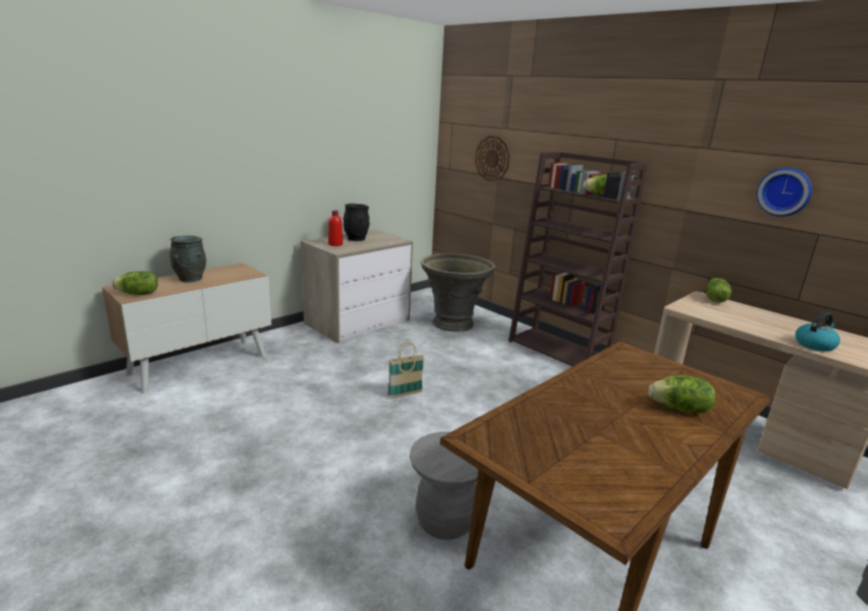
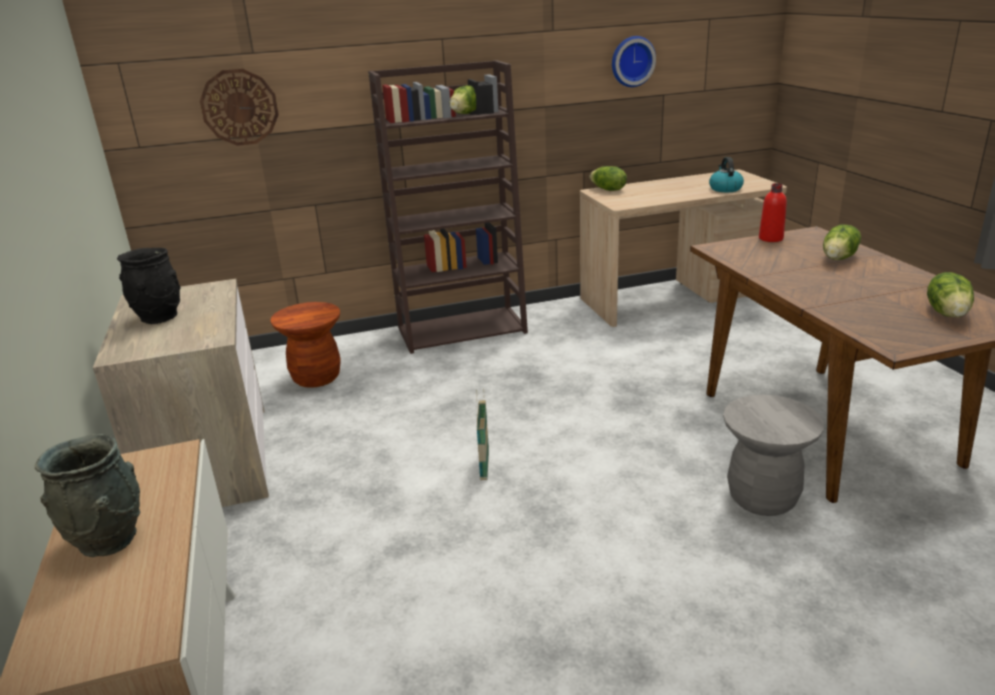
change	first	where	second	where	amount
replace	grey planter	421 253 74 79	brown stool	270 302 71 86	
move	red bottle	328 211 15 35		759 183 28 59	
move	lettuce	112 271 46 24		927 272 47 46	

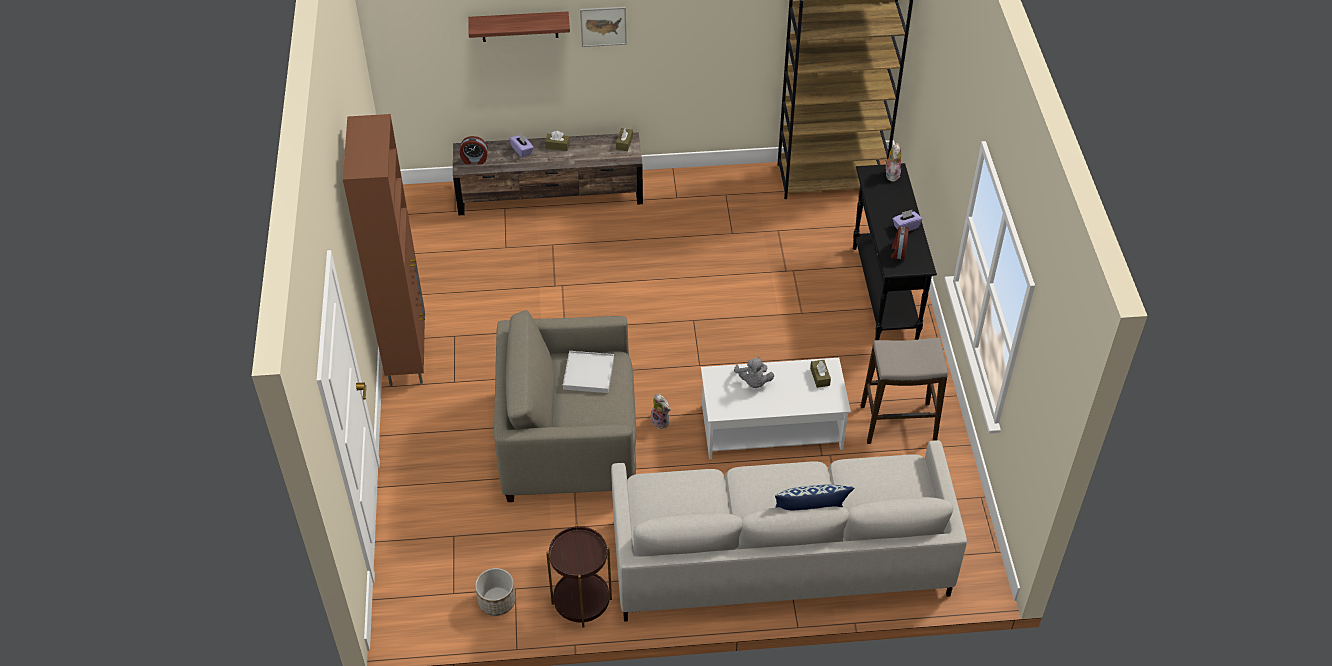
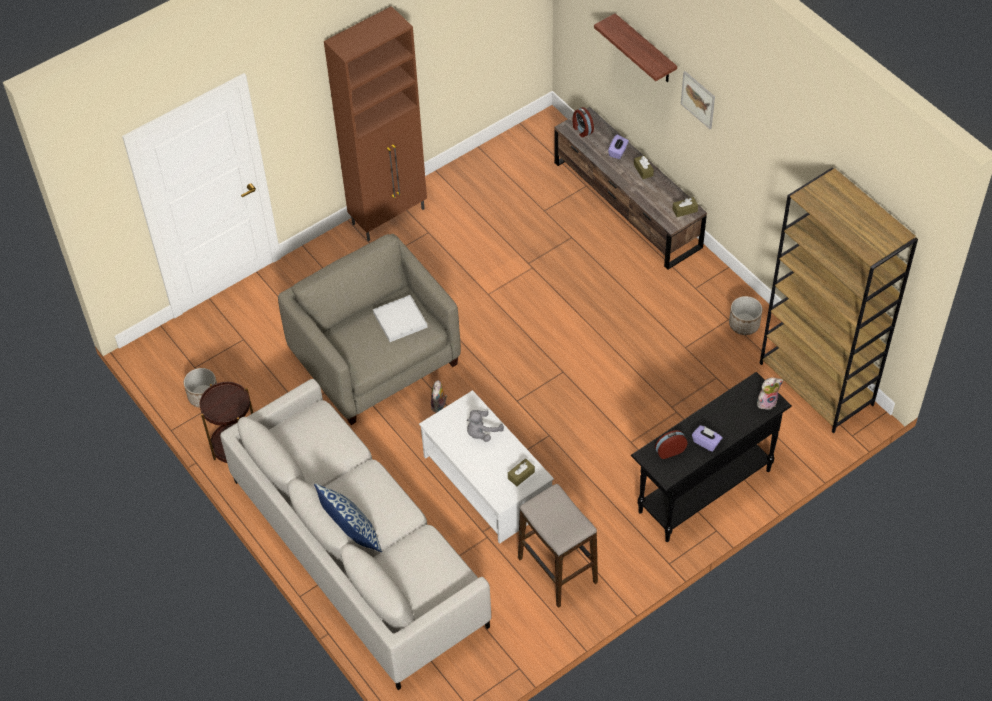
change	first	where	second	where	amount
insert			planter	729 296 33 39	

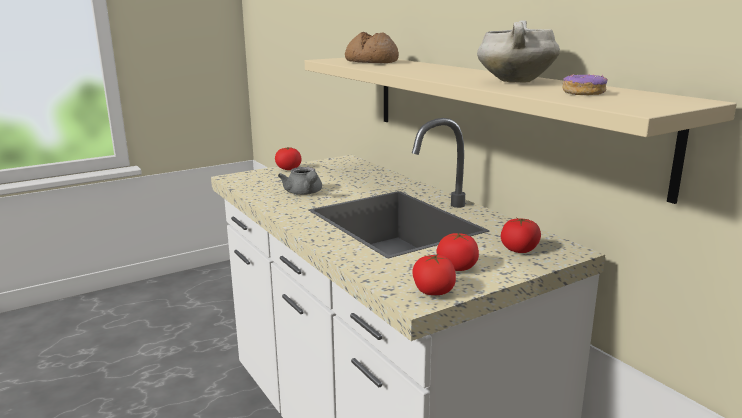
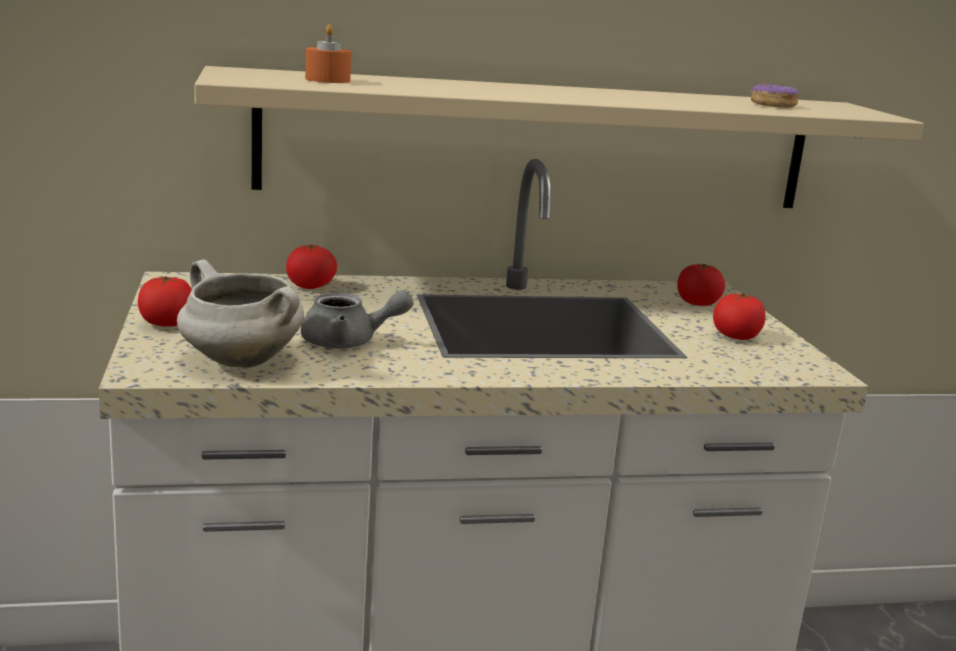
change	first	where	second	where	amount
move	white cooking pot	477 20 83 62		177 260 127 108	
move	tomato	412 254 44 41		286 245 51 44	
replace	bread	345 32 54 31	orange candle	305 24 46 59	

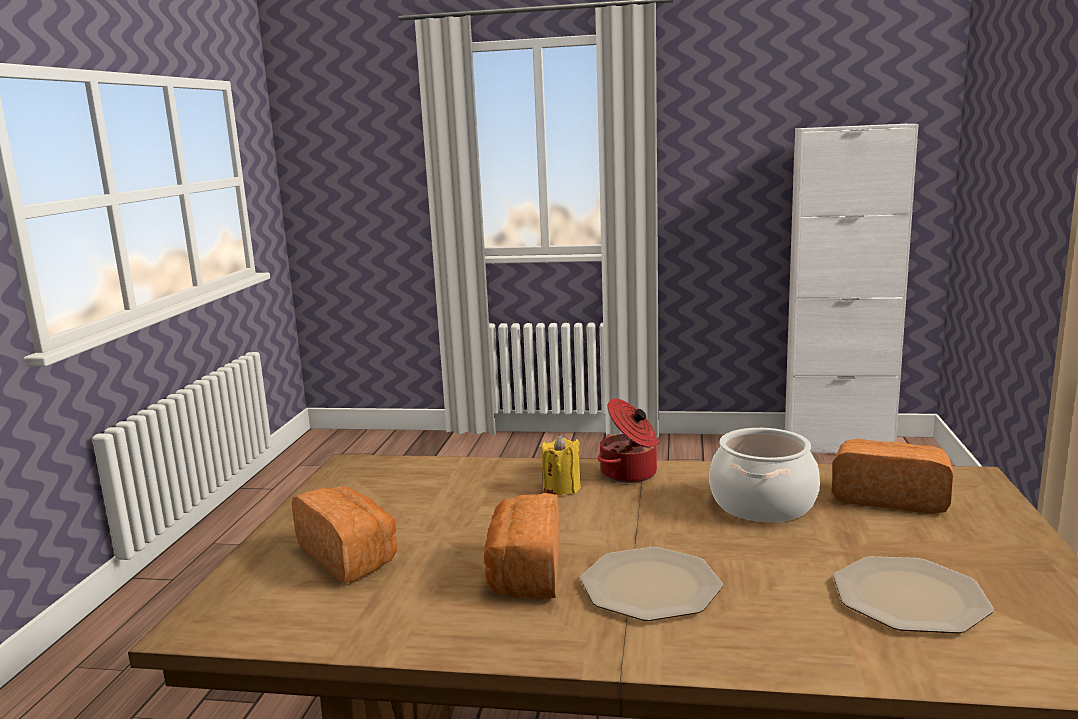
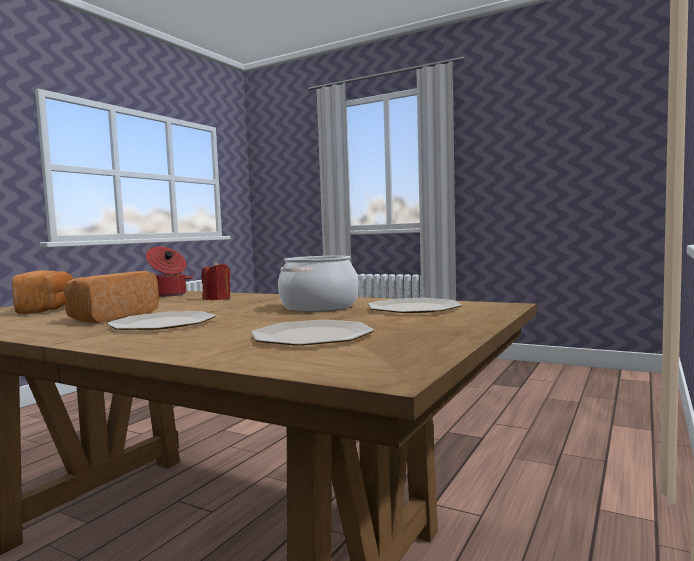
change	first	where	second	where	amount
move	cooking pot	598 399 61 84		146 247 47 50	
recolor	yellow candle	541 435 40 60	red candle	202 261 28 39	
replace	bread	831 439 123 75	plate	368 298 94 15	
delete	white cabinet	785 124 133 329			

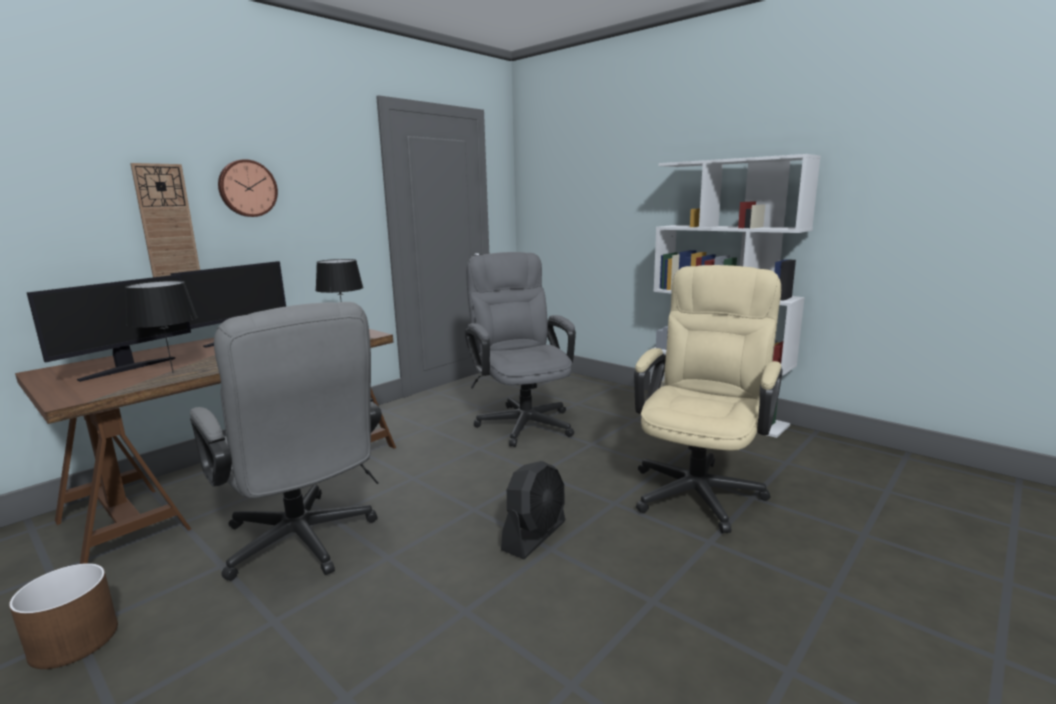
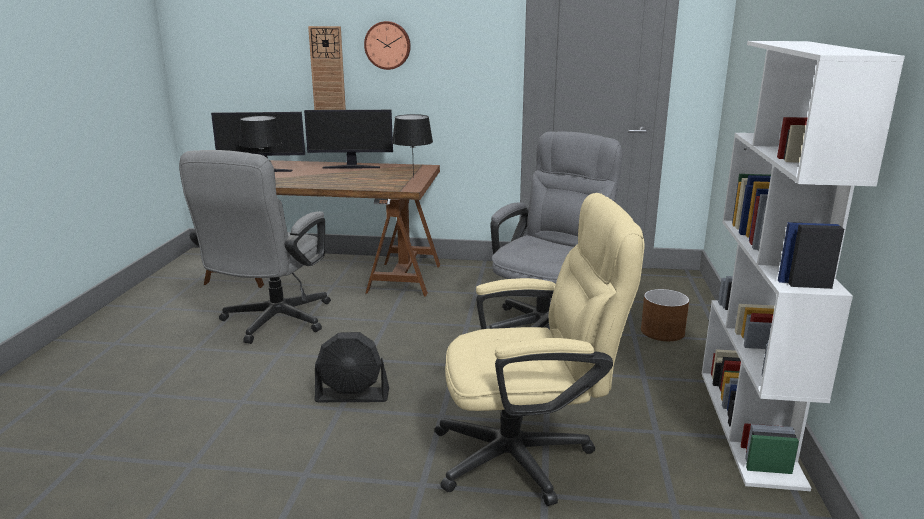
change	first	where	second	where	amount
move	brown planter	9 563 109 106		641 289 48 52	

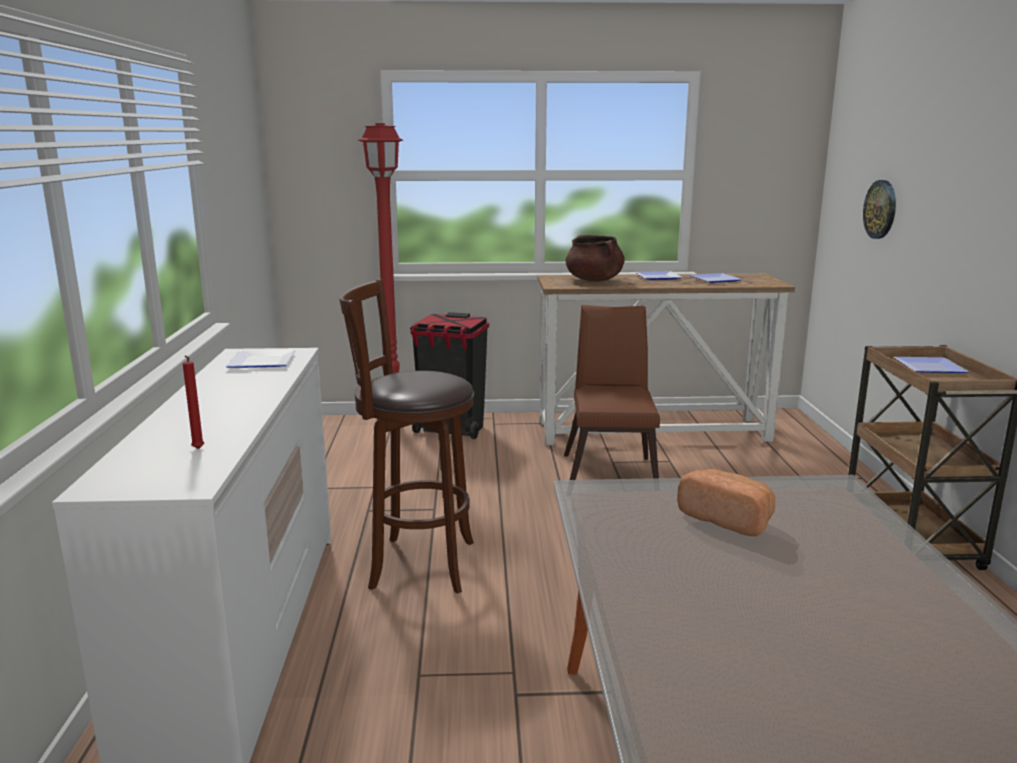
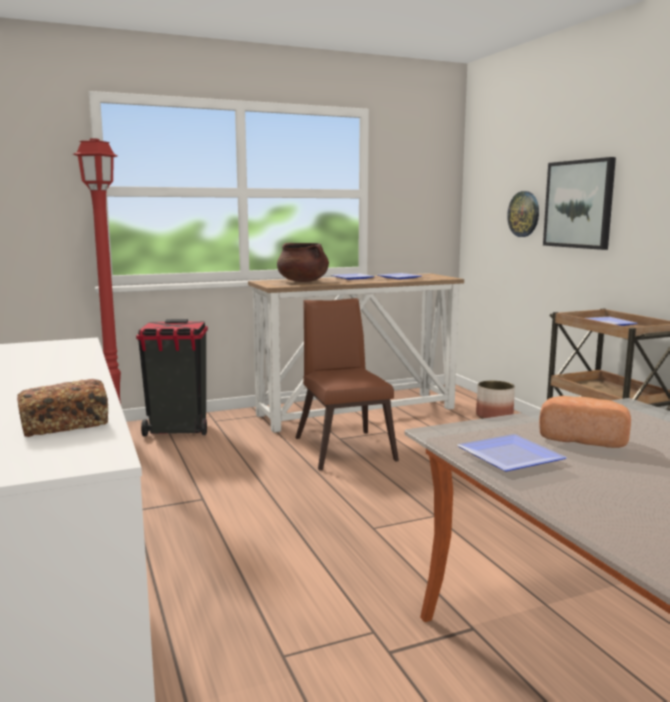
change	first	where	second	where	amount
replace	red candle	183 355 21 94	bread	17 379 91 58	
move	plate	226 350 70 18		457 434 110 37	
insert			planter	476 381 39 38	
insert			picture	543 157 73 93	
delete	brown stool	339 279 135 315			

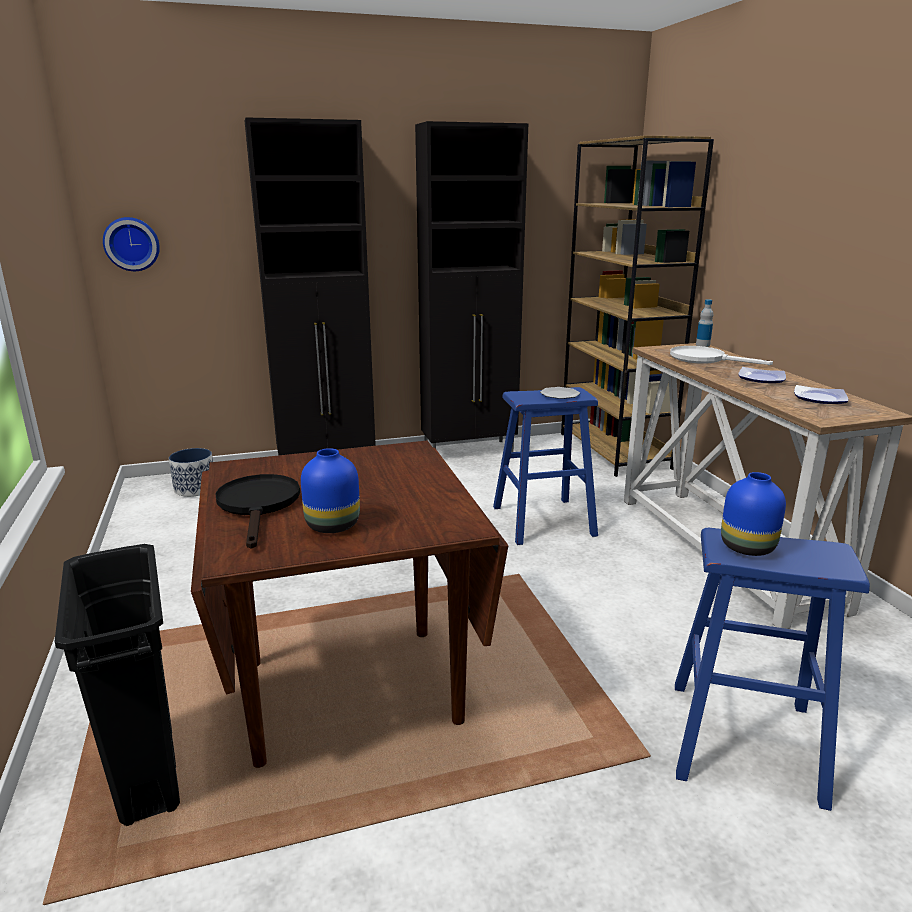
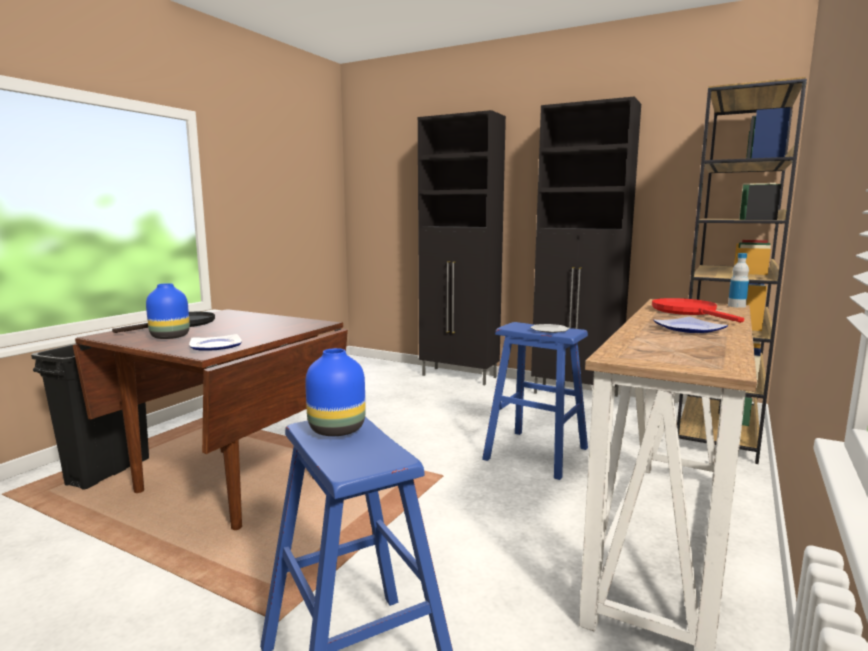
change	first	where	second	where	amount
move	plate	794 385 54 19		189 334 53 17	
recolor	white frying pan	670 346 103 19	red frying pan	652 298 92 25	
delete	wall clock	103 217 57 54			
delete	planter	169 448 44 49			

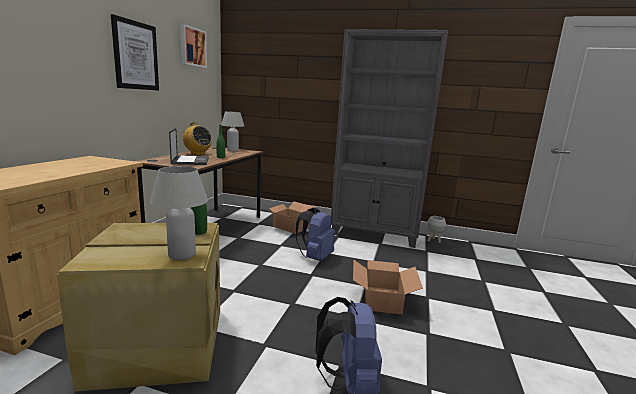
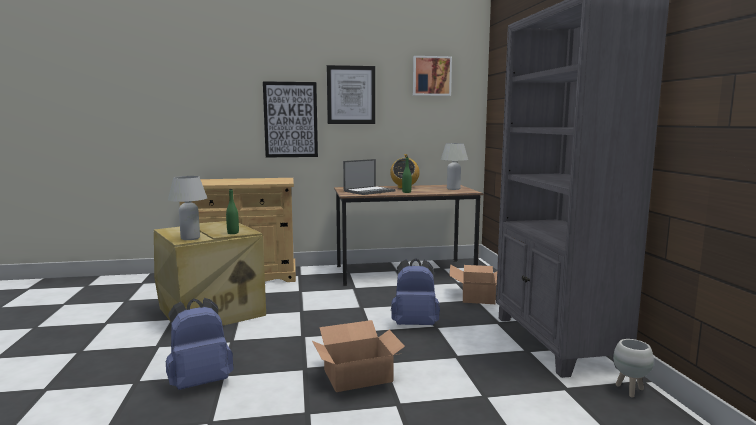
change	first	where	second	where	amount
insert			picture	263 81 55 77	

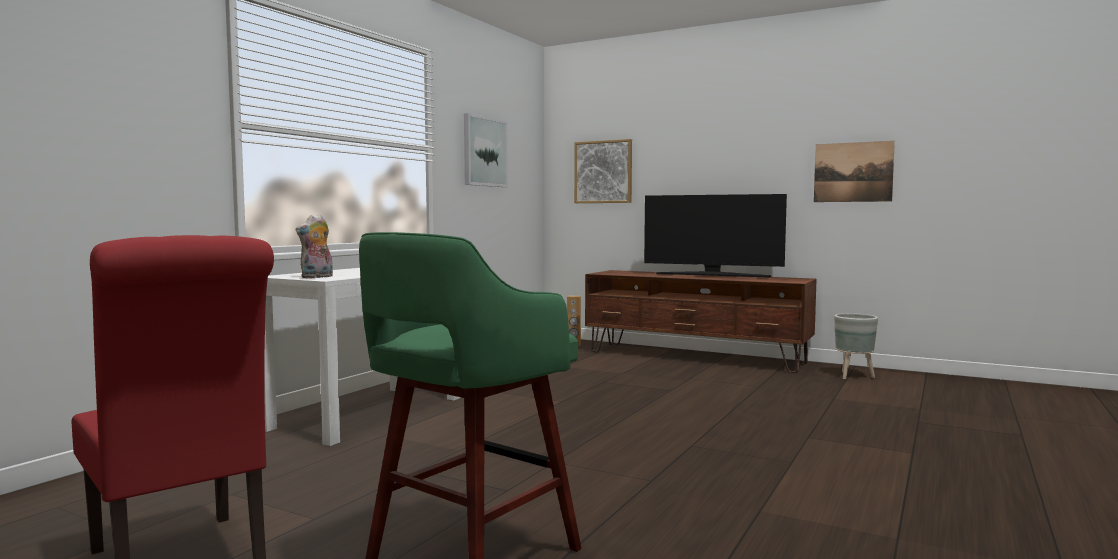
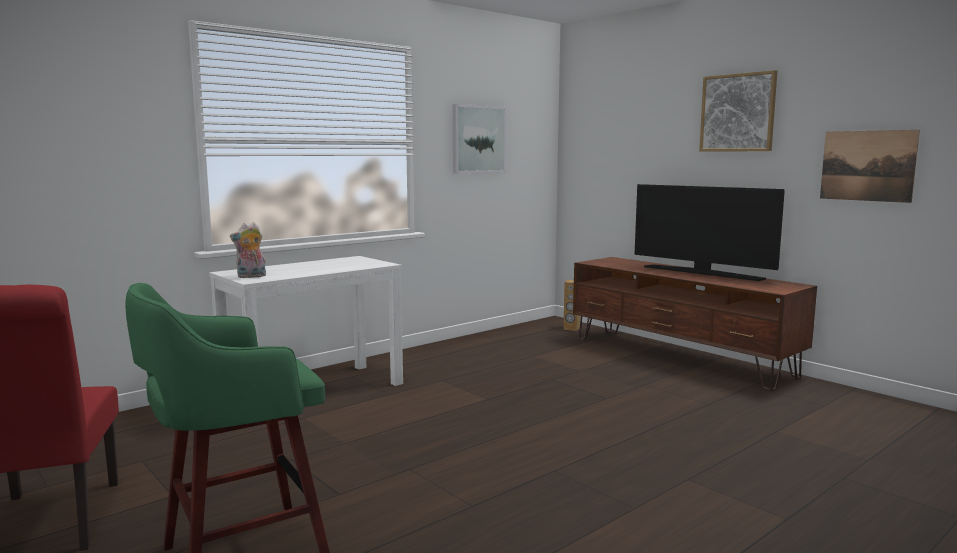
change	first	where	second	where	amount
move	picture	574 139 58 64		699 70 78 81	
delete	grey planter	834 313 44 66			

